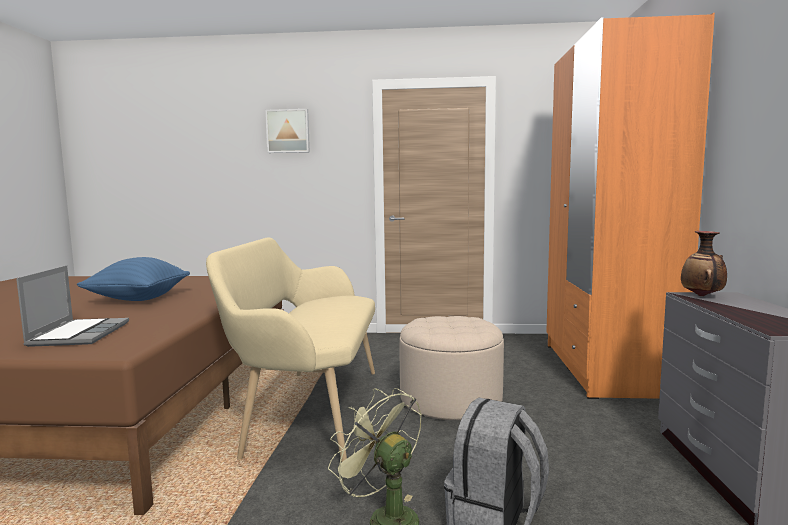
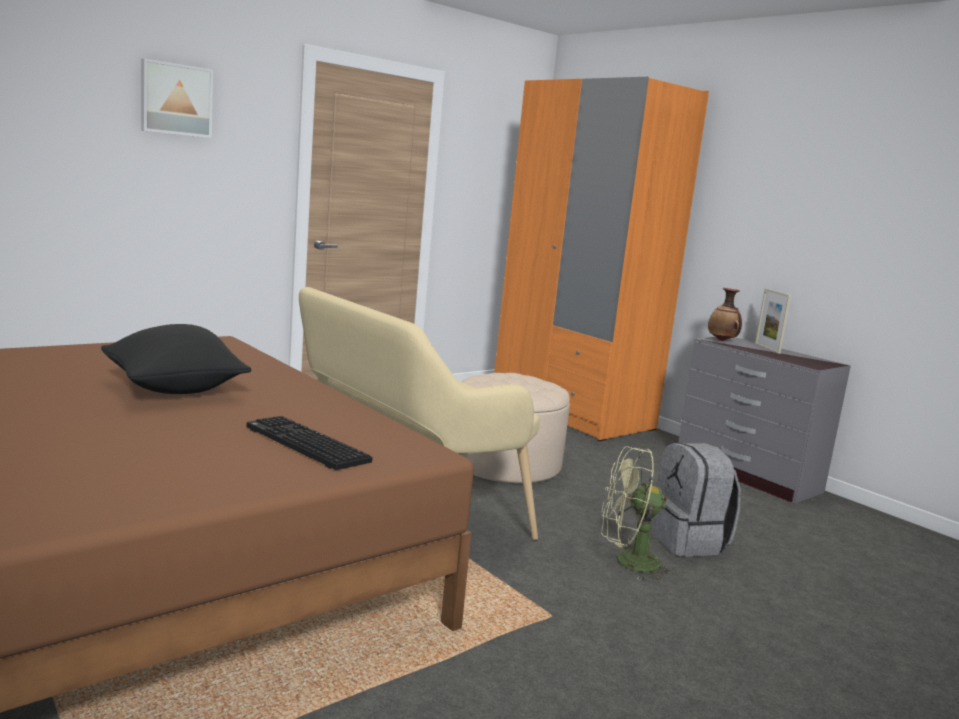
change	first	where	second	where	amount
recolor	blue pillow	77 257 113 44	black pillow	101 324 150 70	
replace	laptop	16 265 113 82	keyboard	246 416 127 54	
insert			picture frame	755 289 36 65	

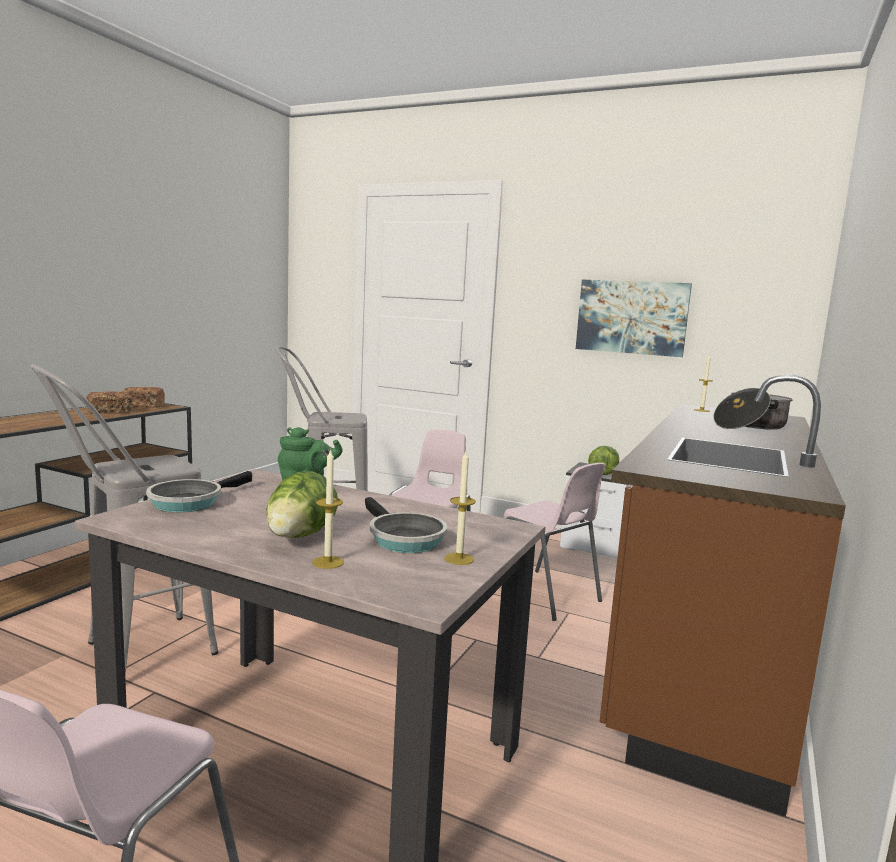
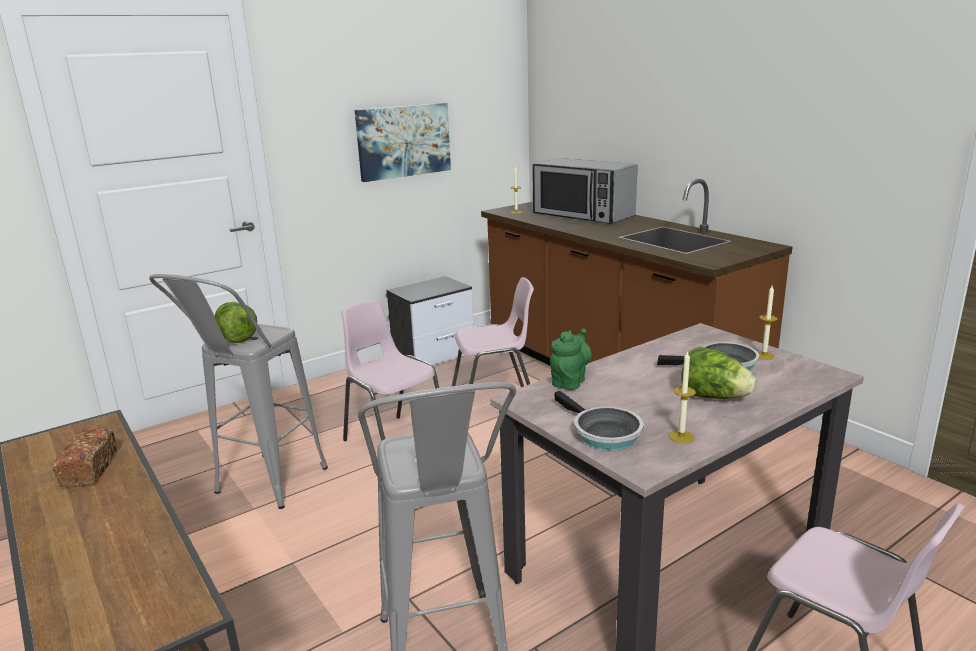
change	first	where	second	where	amount
move	lettuce	588 446 31 29		215 302 42 41	
replace	cooking pot	713 388 80 42	microwave	532 158 106 66	
move	candle	312 449 32 120		669 351 27 92	
delete	bread	122 387 43 21			

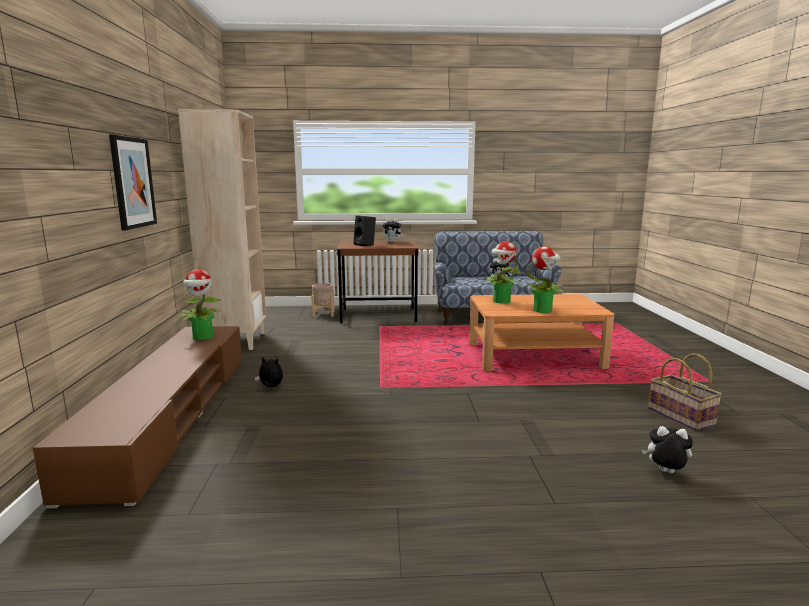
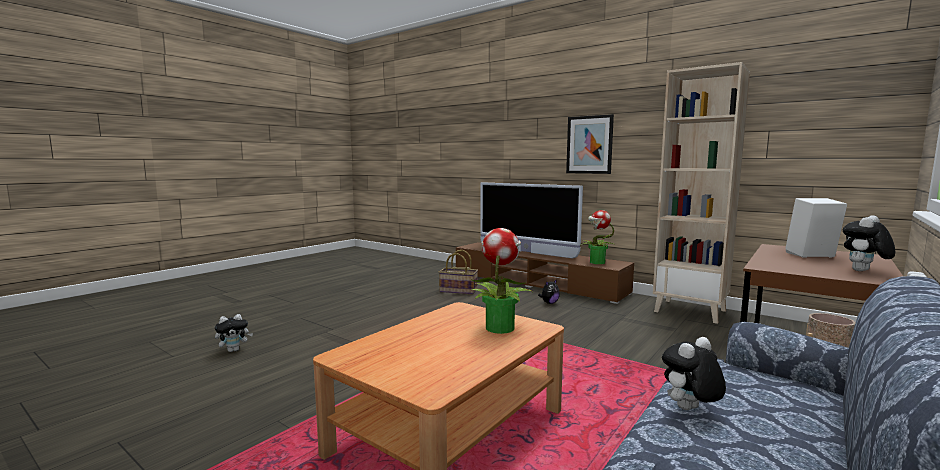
change	first	where	second	where	amount
move	basket	648 353 74 78		439 250 39 45	
insert			television	480 182 103 77	
recolor	black speaker	353 215 23 31	white speaker	785 198 62 60	
delete	potted plant	524 246 41 67			

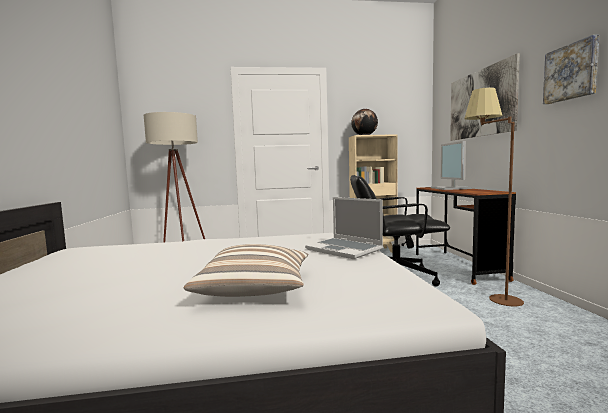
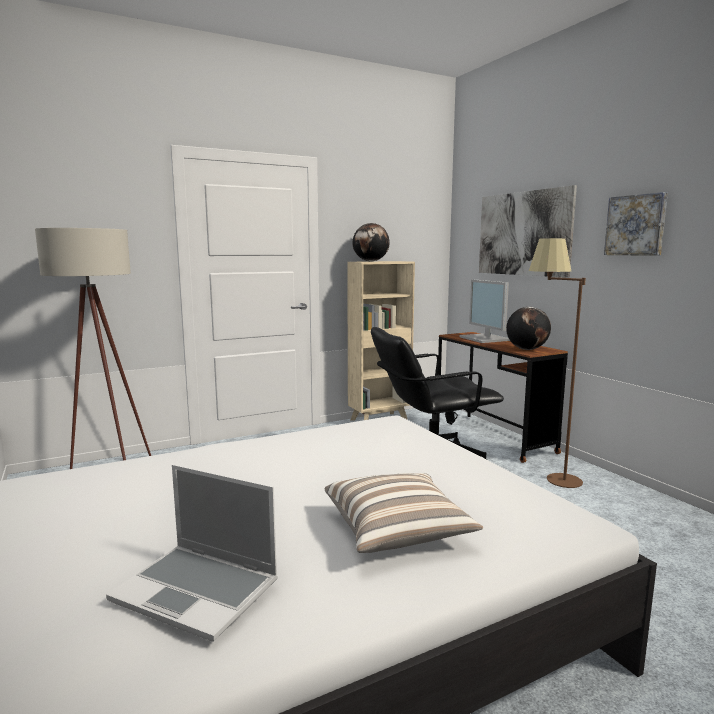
change	first	where	second	where	amount
move	laptop	305 197 78 62		106 465 172 177	
insert			globe	506 307 45 43	

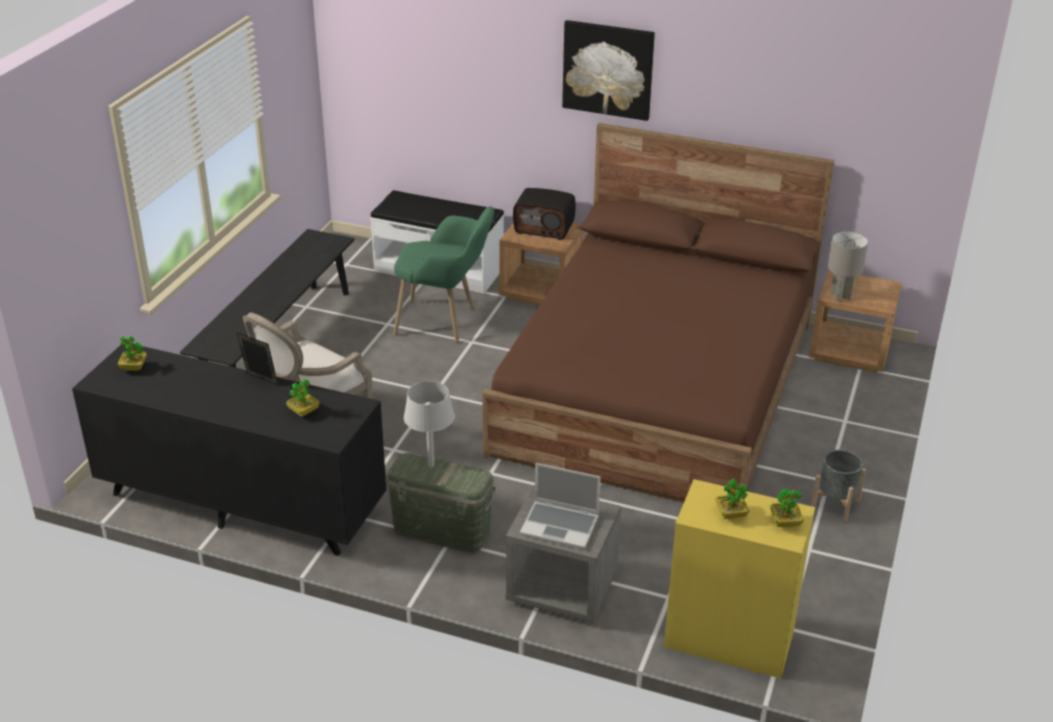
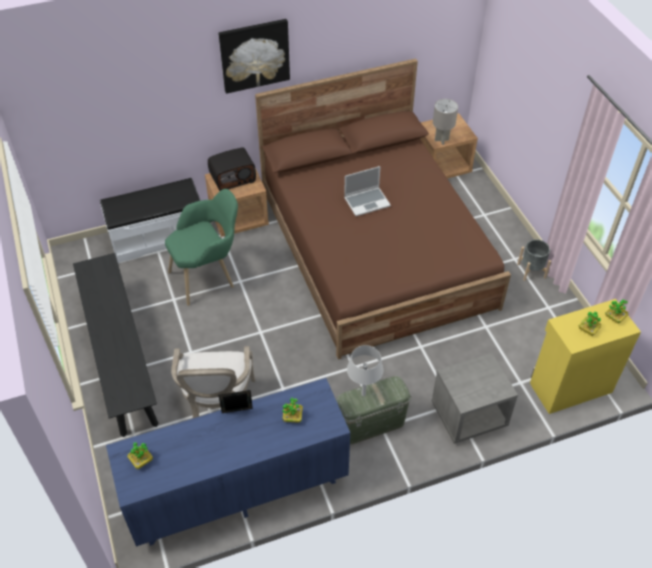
change	first	where	second	where	amount
recolor	black dresser	72 344 314 212	blue dresser	106 378 244 169	
move	laptop	520 463 81 86		344 166 47 50	

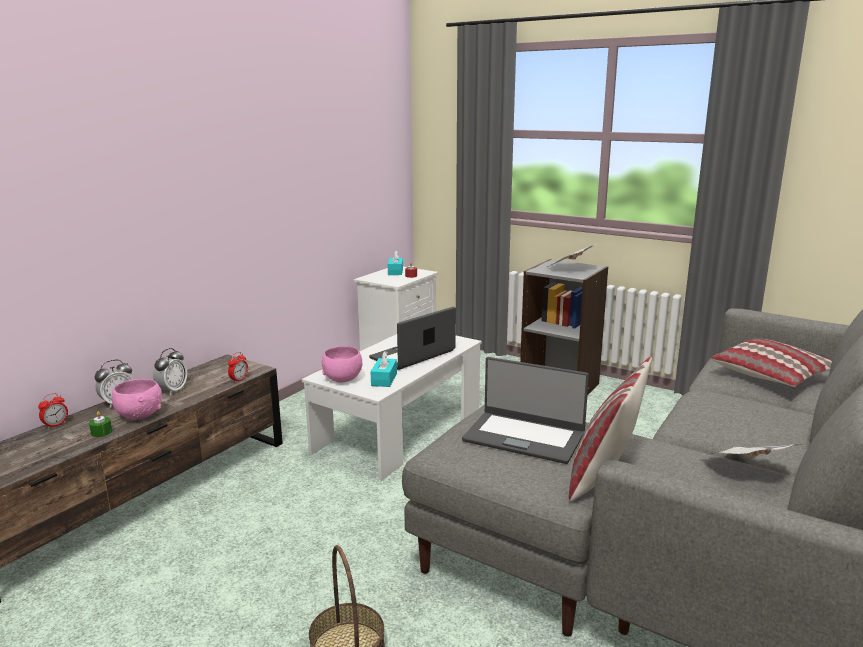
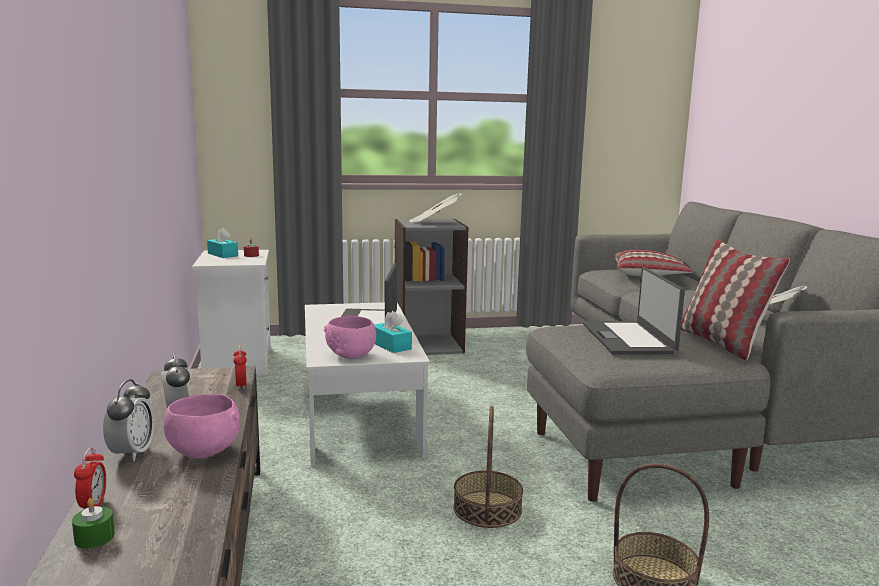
change	first	where	second	where	amount
move	green candle	89 412 23 25		72 498 43 51	
insert			basket	453 406 70 122	
rotate	laptop	462 357 127 107		583 267 102 88	105 degrees clockwise

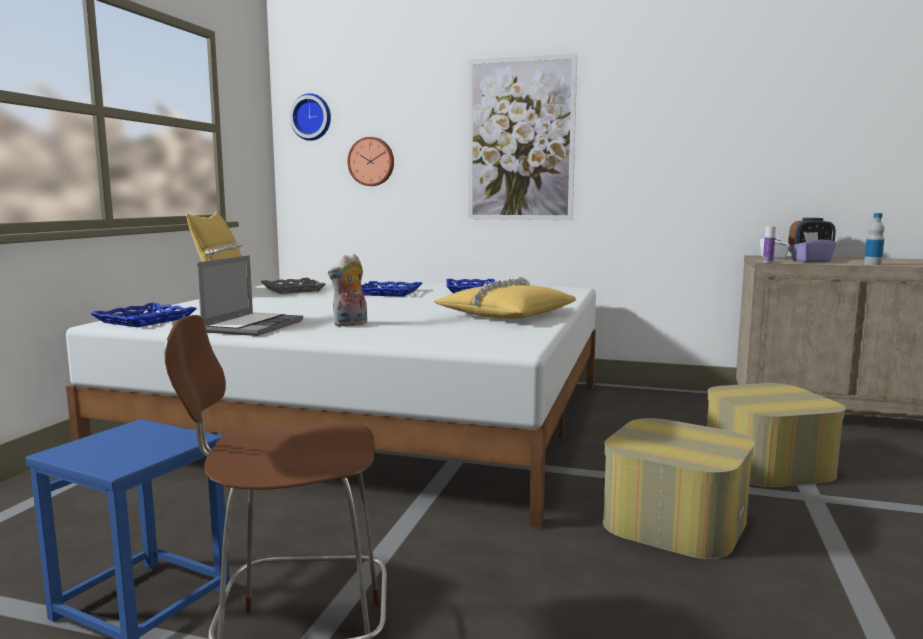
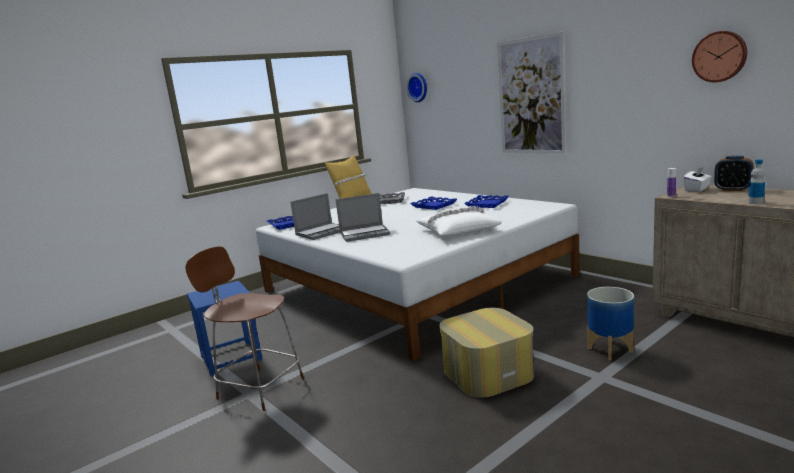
change	first	where	second	where	amount
replace	plush toy	328 254 39 73	laptop	336 193 54 49	
recolor	yellow pillow	433 276 143 43	white pillow	416 206 86 30	
replace	ottoman	707 383 139 104	planter	587 287 47 73	
move	wall clock	347 137 47 49		692 31 55 51	
delete	purple tissue box	789 232 47 31			

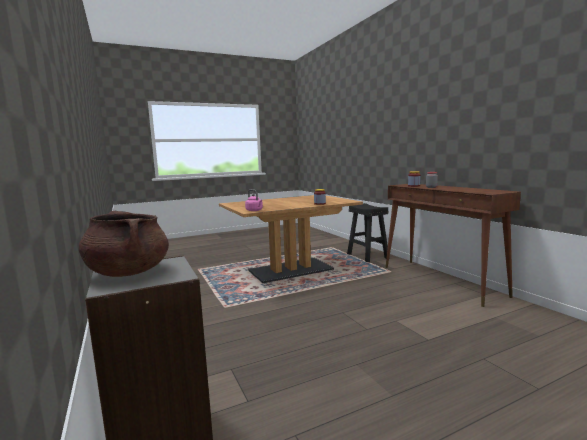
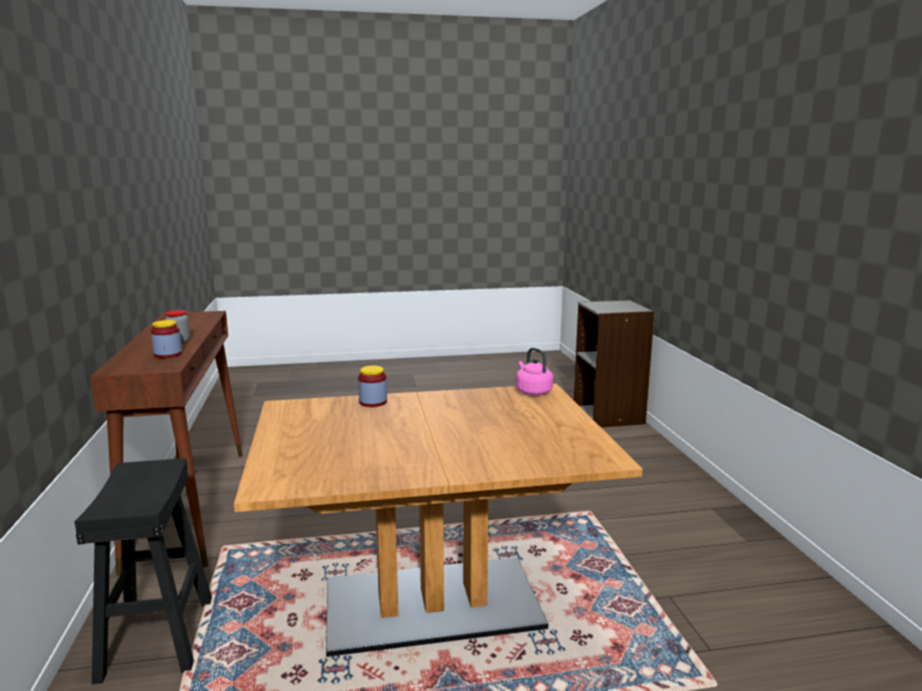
change	first	where	second	where	amount
delete	brown cooking pot	79 211 90 66			

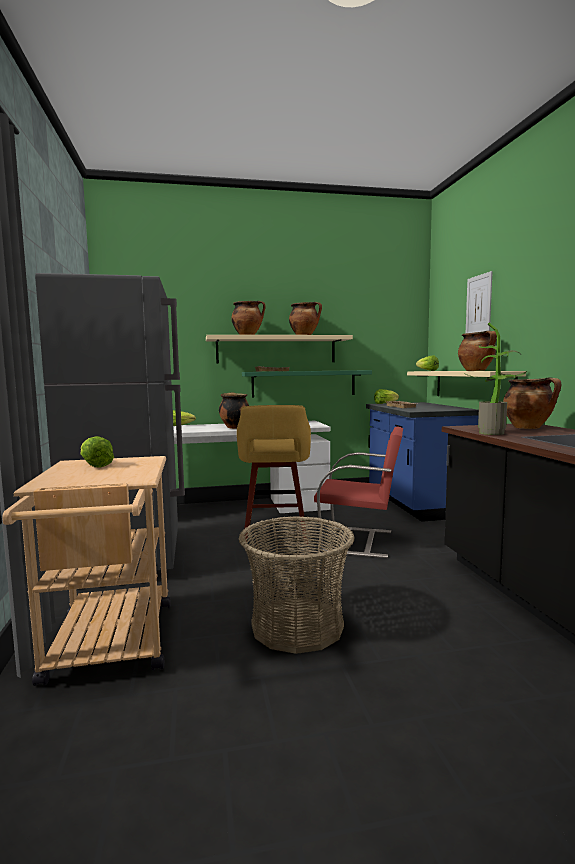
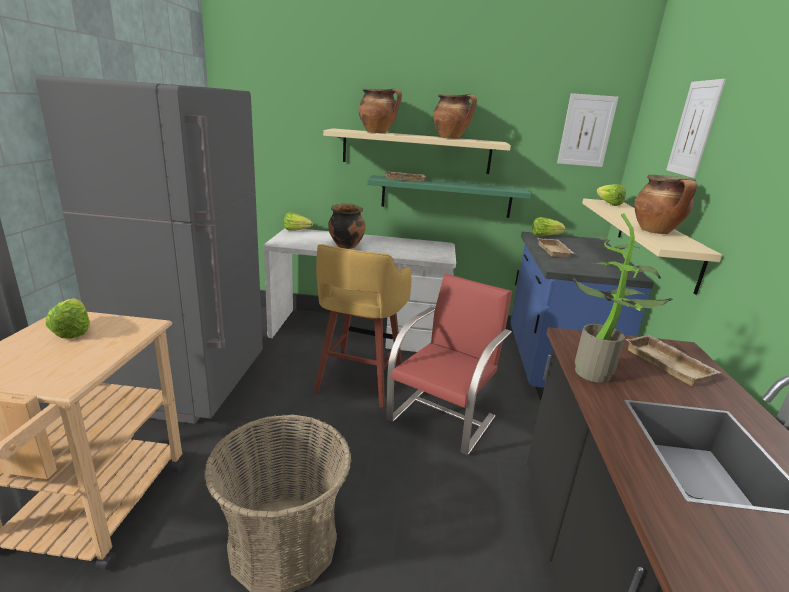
change	first	where	second	where	amount
rotate	red chair	314 426 89 132		386 274 126 182	90 degrees counterclockwise
insert			picture	557 93 62 74	
replace	cooking pot	503 377 58 52	beige tray	625 335 96 51	

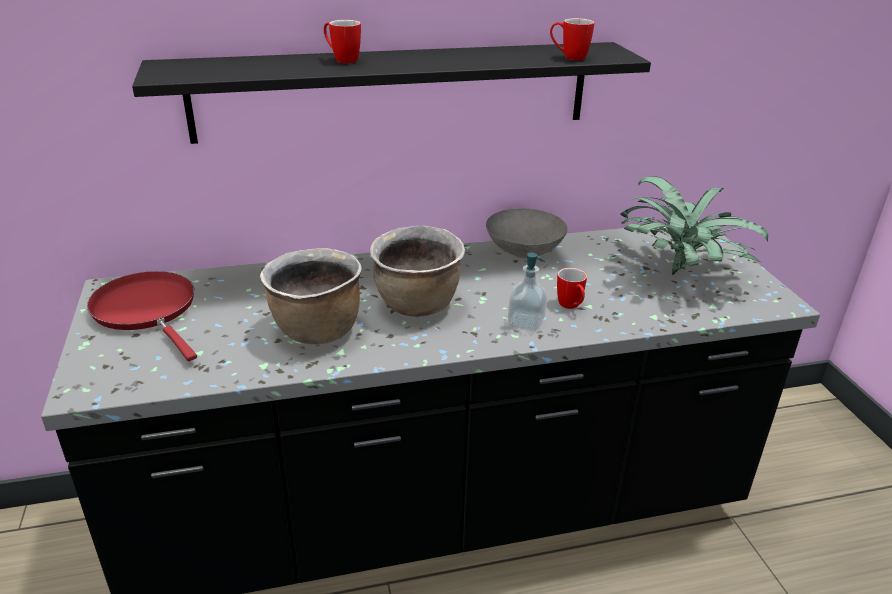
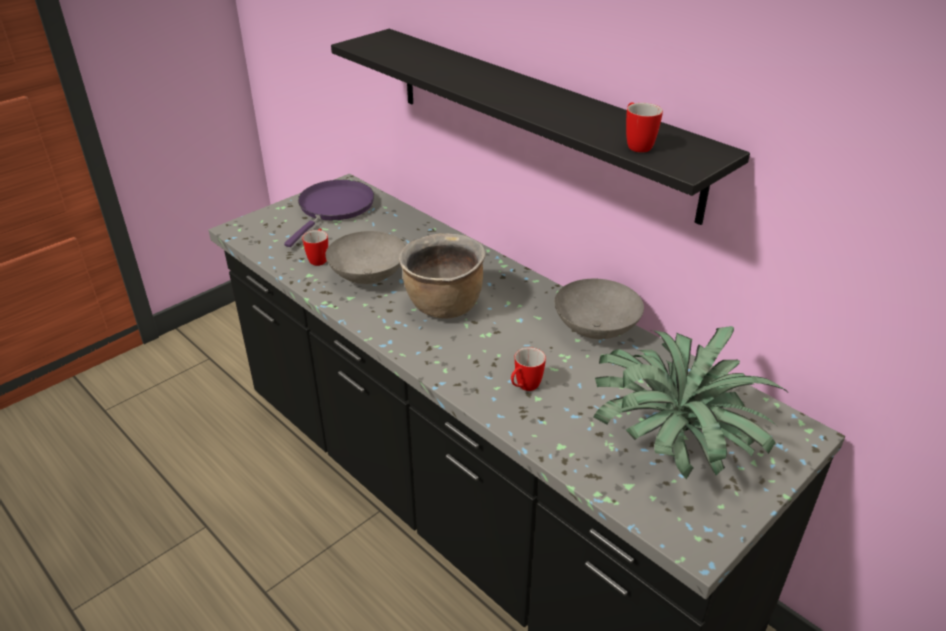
change	first	where	second	where	amount
recolor	red frying pan	87 271 110 90	purple frying pan	284 180 90 67	
move	mug	324 20 37 43		302 229 26 37	
replace	brown cooking pot	260 248 102 96	grey bowl	325 231 81 53	
delete	soap dispenser	508 252 39 79			

